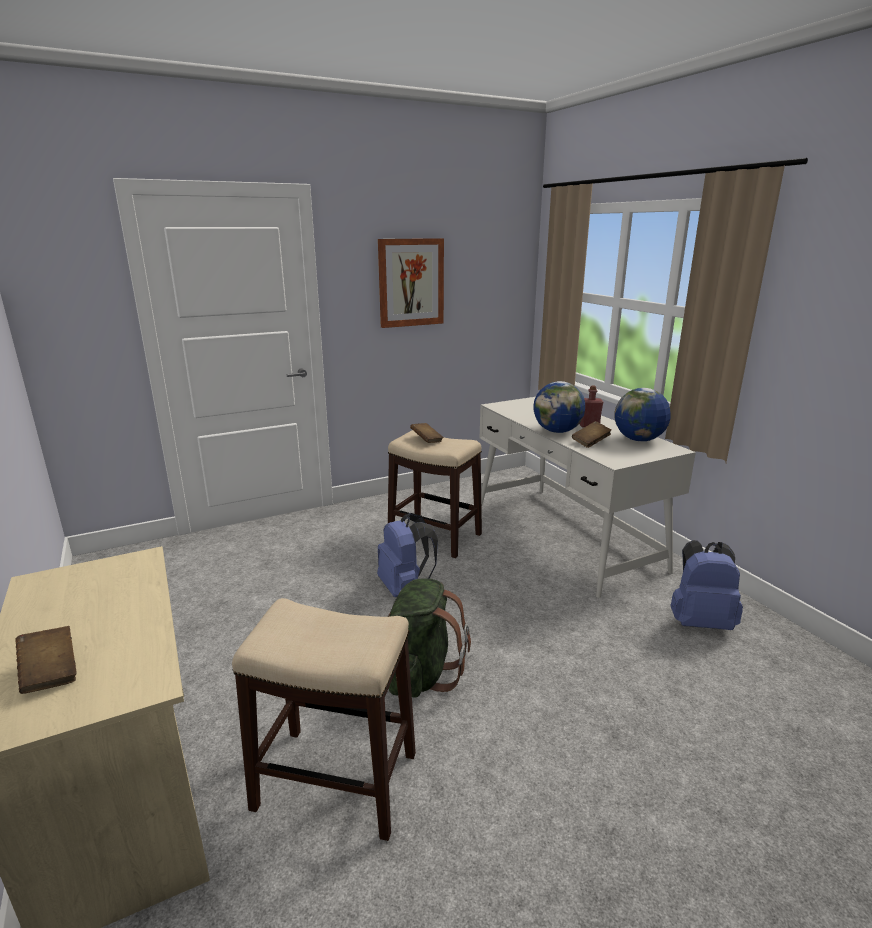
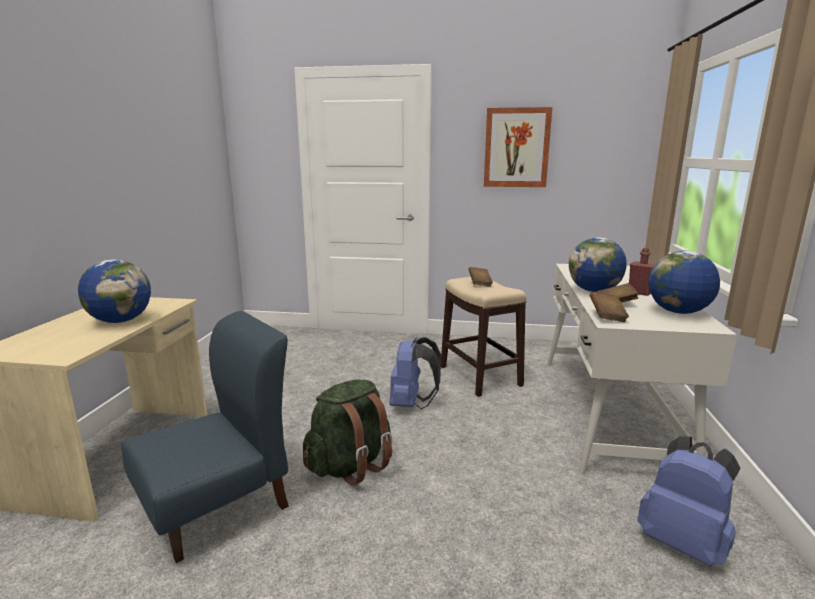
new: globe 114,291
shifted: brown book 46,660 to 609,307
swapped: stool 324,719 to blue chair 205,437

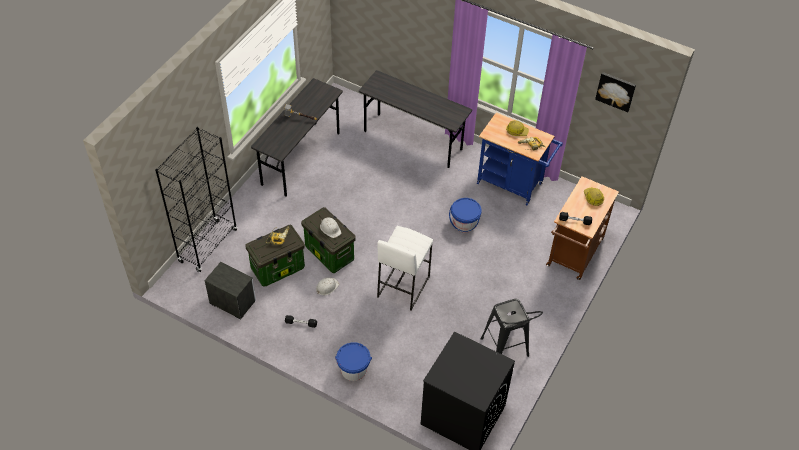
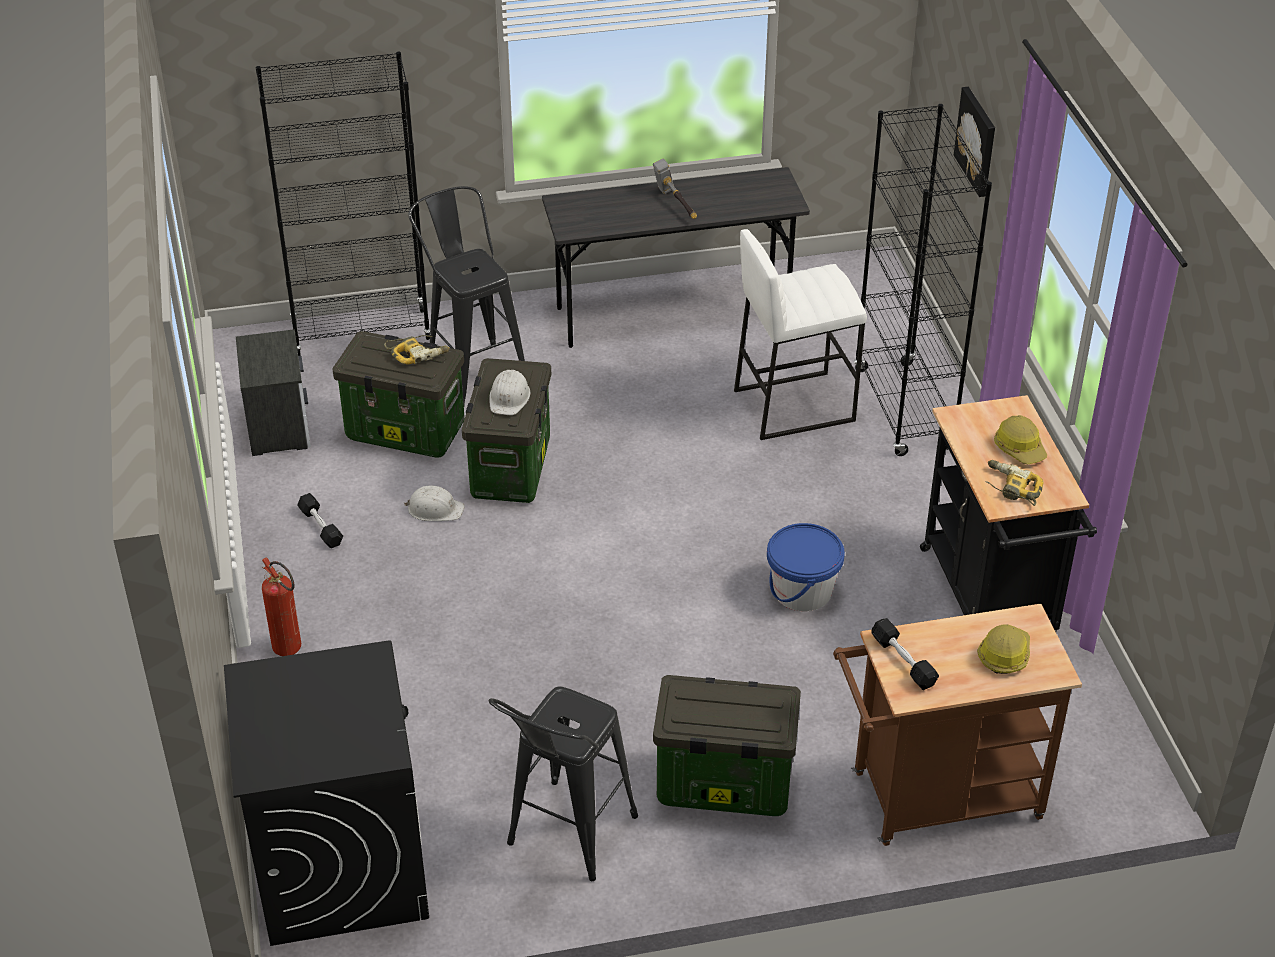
new: black stool 466,295; storage box 727,745
shifted: white stool 405,268 to 800,334; picture 615,92 to 974,142
swapped: blue bucket 353,361 to fire extinguisher 281,606; grey desk 415,119 to black bookcase 923,280
repainted: blue cart 520,158 to black cart 1008,513

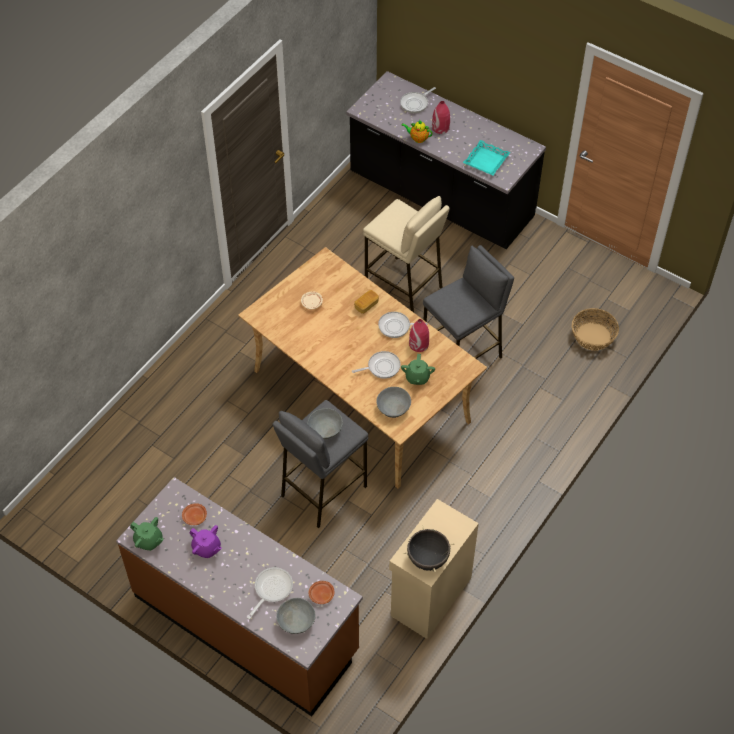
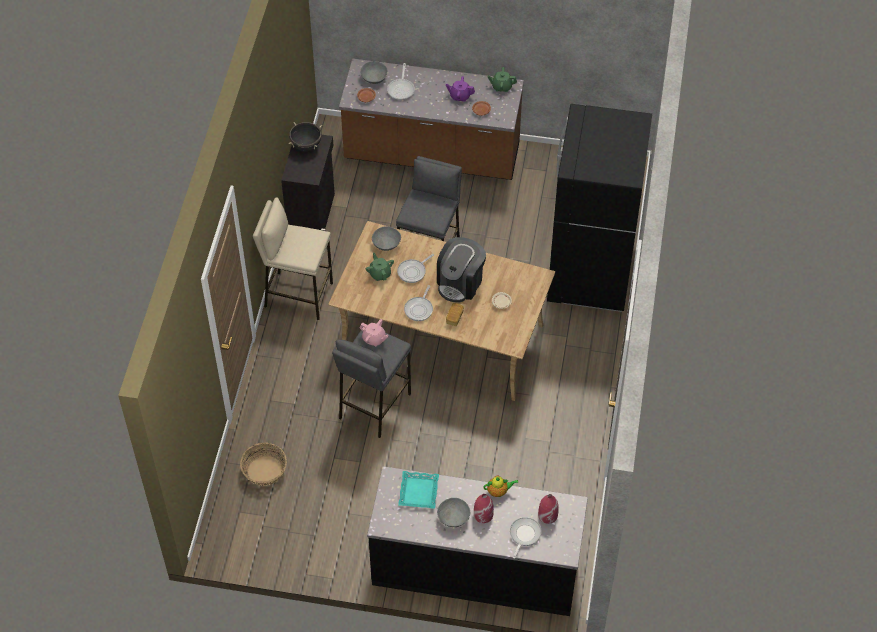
new: pink teapot 374,333; coffee machine 461,270; black fridge 599,208
shifted: grey bowl 325,423 to 453,512; beige stool 406,254 to 293,258; red vase 419,335 to 548,509
repainted: beige cabinet 434,569 to black cabinet 308,183
rotated: frying pan 402,325 = 418,303 135 degrees clockwise

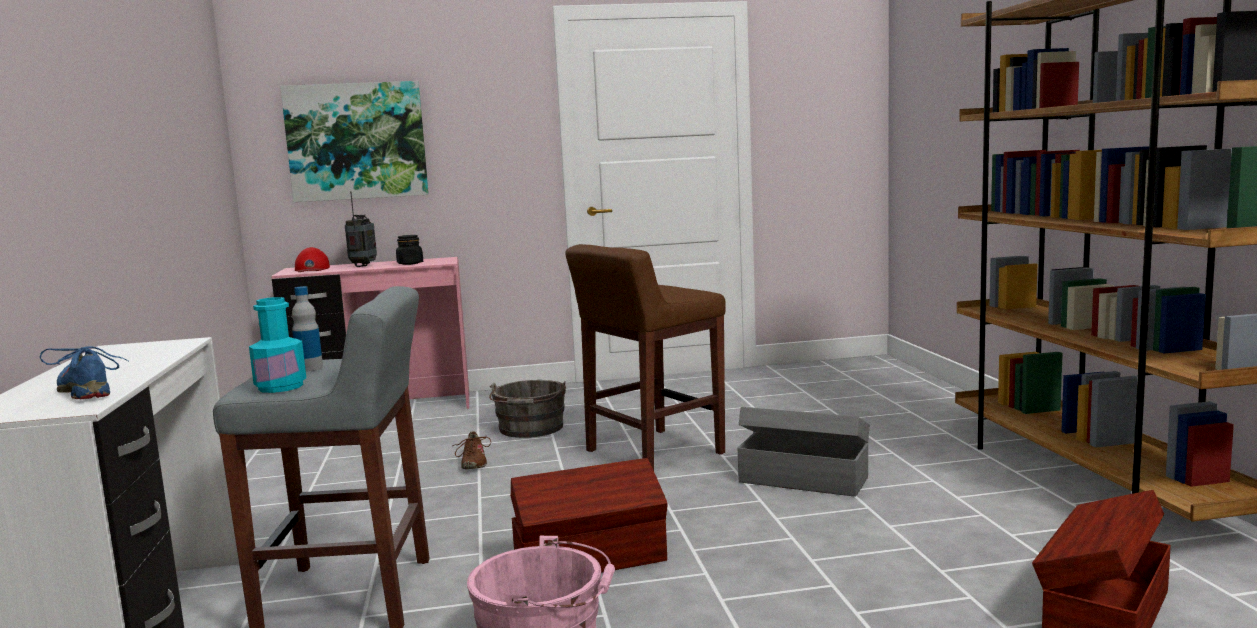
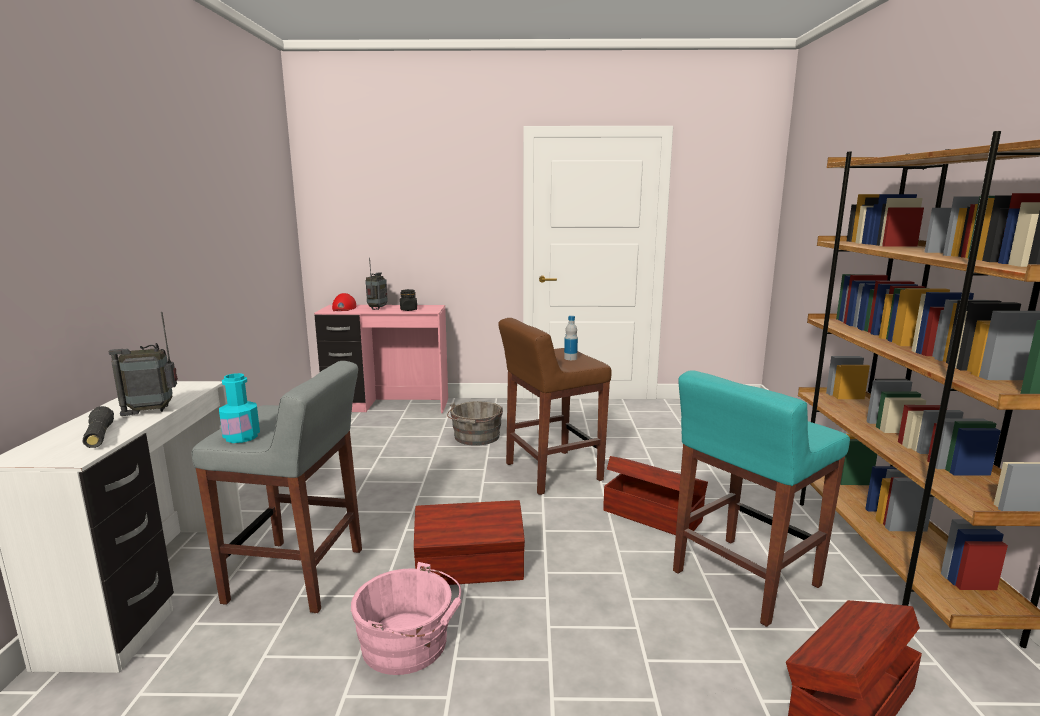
gone: picture 354,141; brown shoe 471,450
new: radio 143,364; turquoise stool 761,498
shifted: bottle 307,328 to 571,338
swapped: blue shoe 85,372 to black flashlight 98,427
repainted: grey storage box 803,452 to brown storage box 655,495

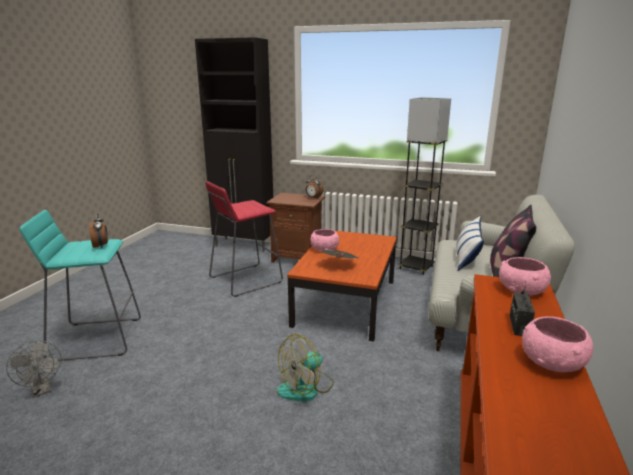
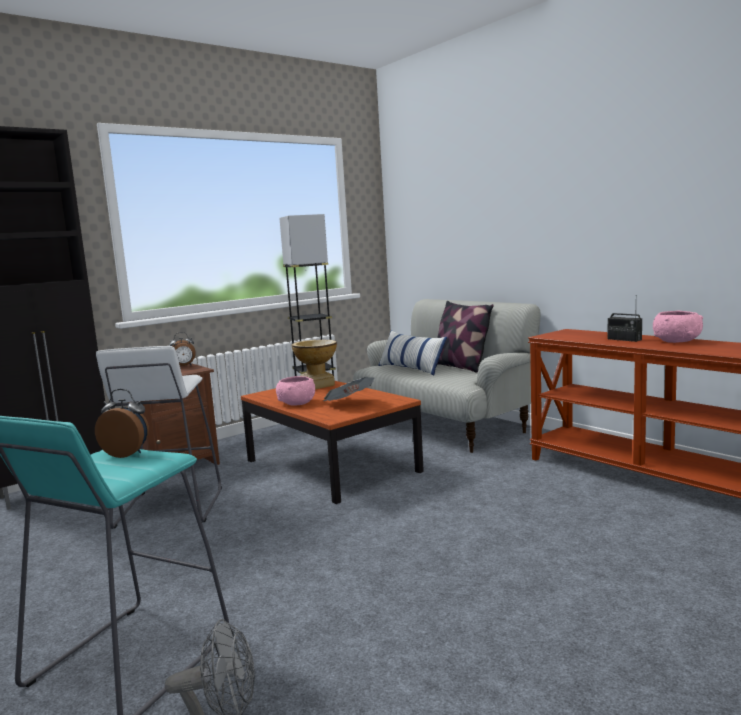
gone: fan 305,367; pink bowl 525,276
new: vase 314,364
repainted: red stool 244,239 to white stool 159,437

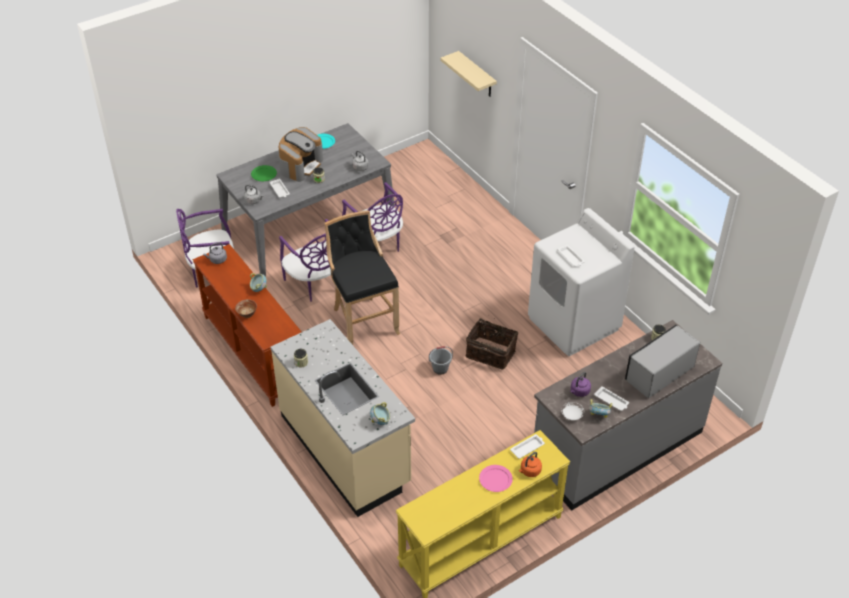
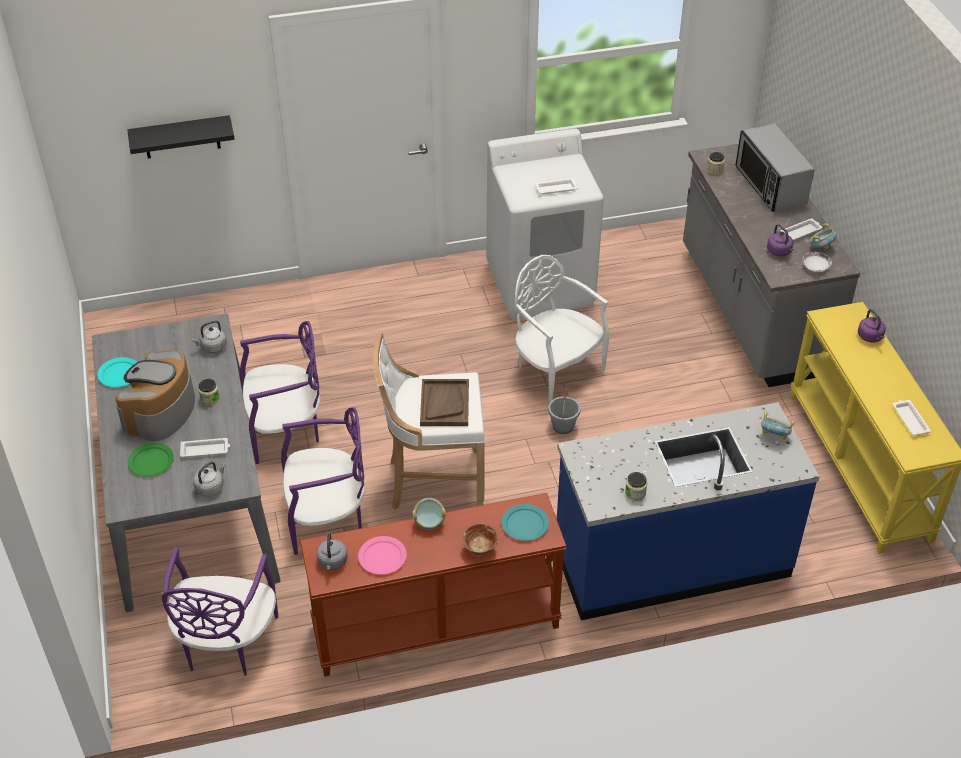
new: brown tray 444,402; turquoise plate 525,522
shifted: pink plate 496,478 to 382,555; white tray 527,446 to 911,418
swapped: basket 492,344 to white chair 562,329
repainted: beige counter 342,418 to blue counter 688,511; black stool 362,277 to white stool 429,421; beige shelf 468,74 to black shelf 181,137; orange kettle 530,464 to purple kettle 872,325
rotated: coffee machine 301,154 = 155,395 120 degrees counterclockwise

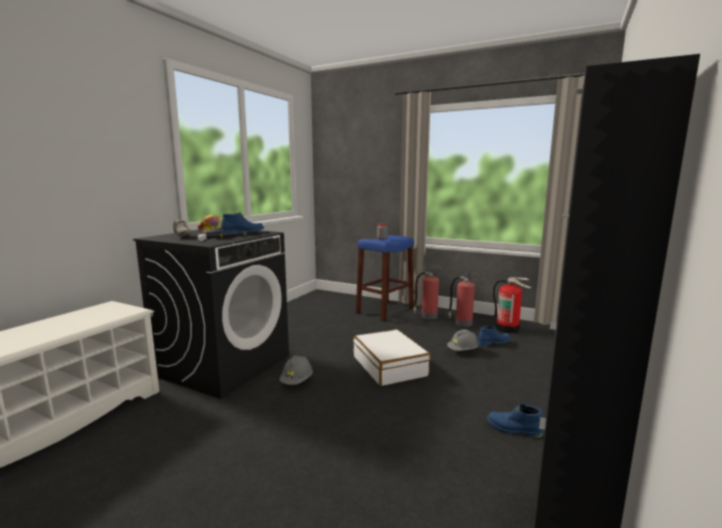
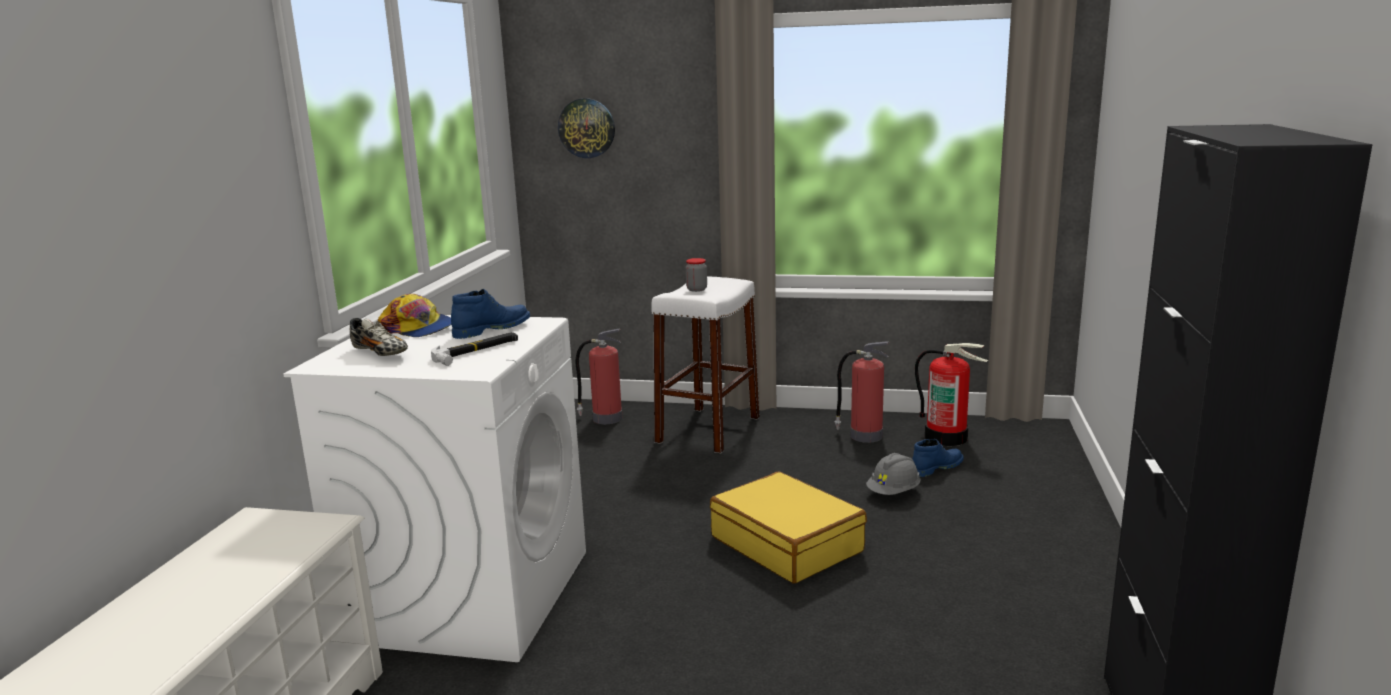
gone: grey hard hat 296,370; blue boot 515,420
new: wall clock 586,128
shifted: fire extinguisher 427,293 to 599,376
repainted: black washing machine 211,314 to white washing machine 435,488; white suitcase 392,357 to yellow suitcase 788,527; blue stool 385,278 to white stool 705,365

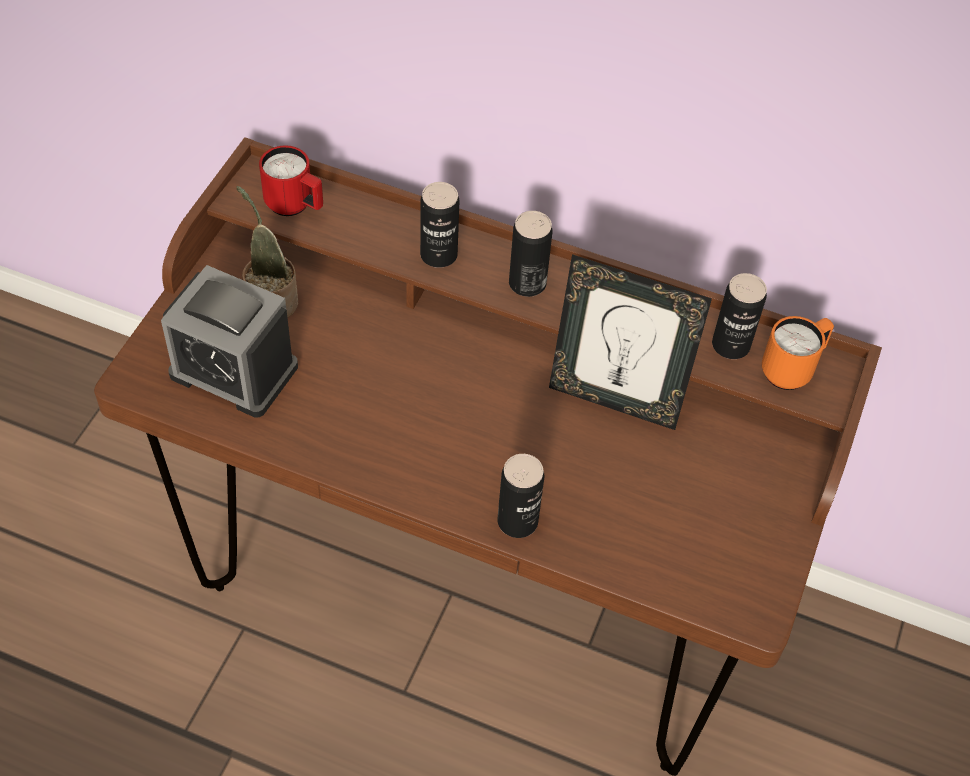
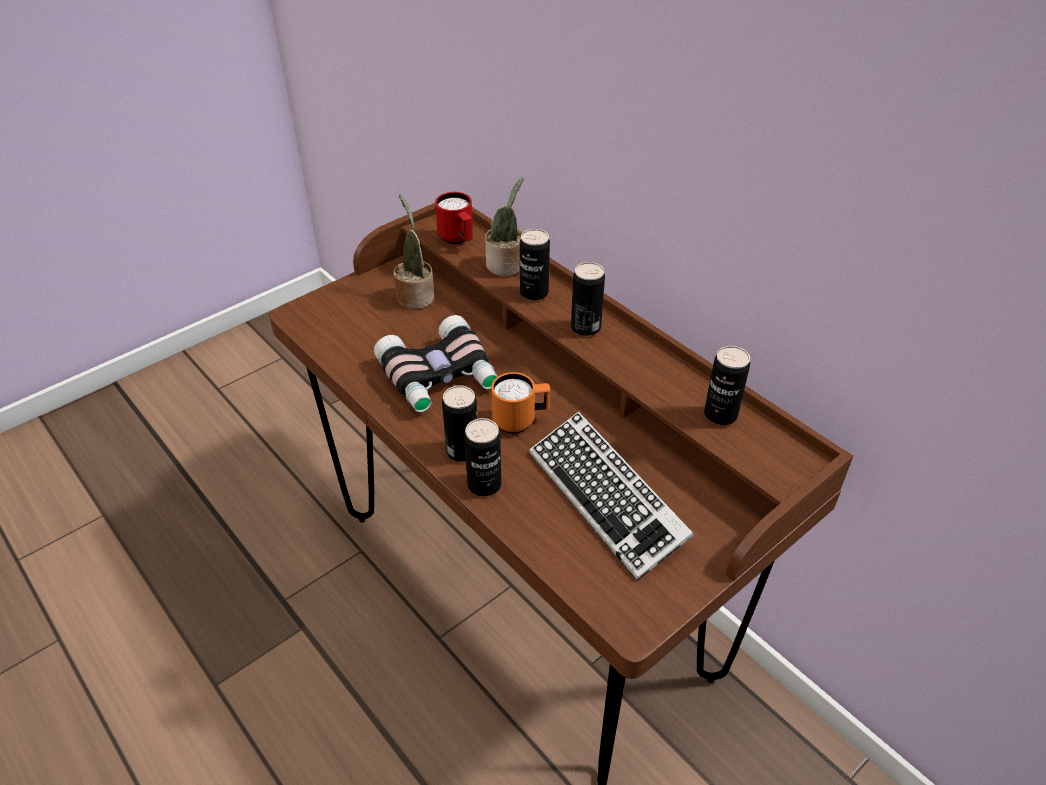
gone: alarm clock 229,341; picture frame 630,342
new: binoculars 436,363; can 459,423; potted plant 504,226; keyboard 611,496
shifted: orange mug 798,353 to 520,403

